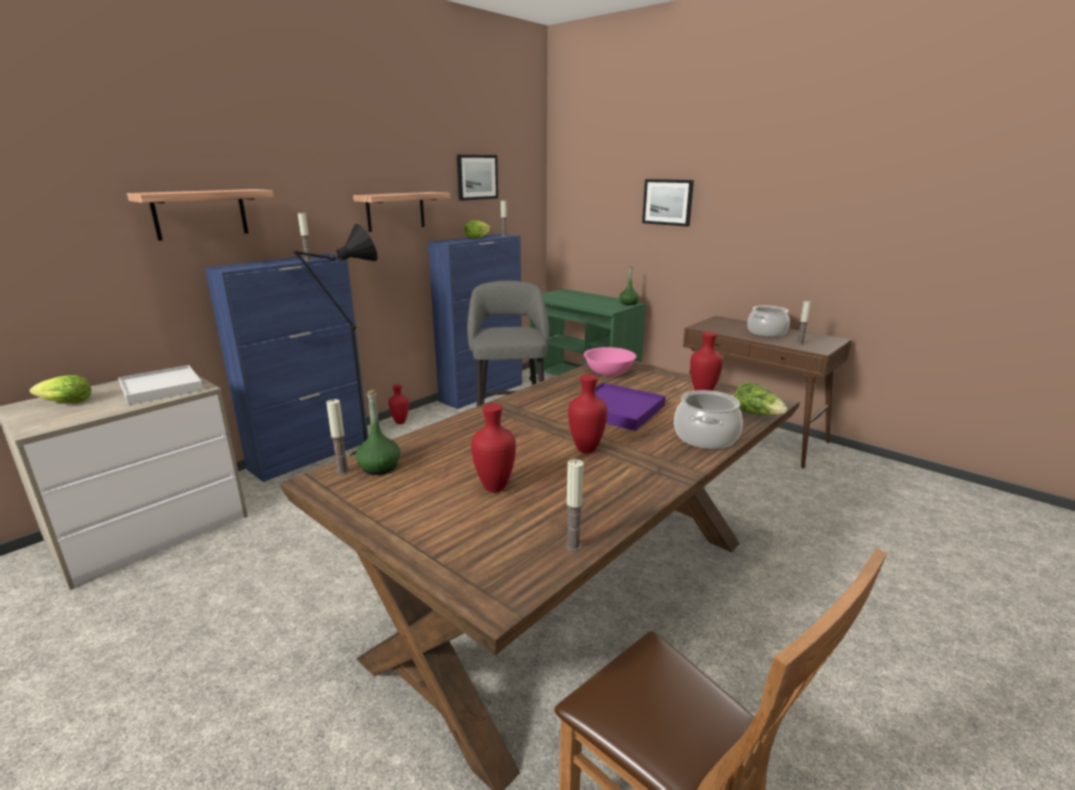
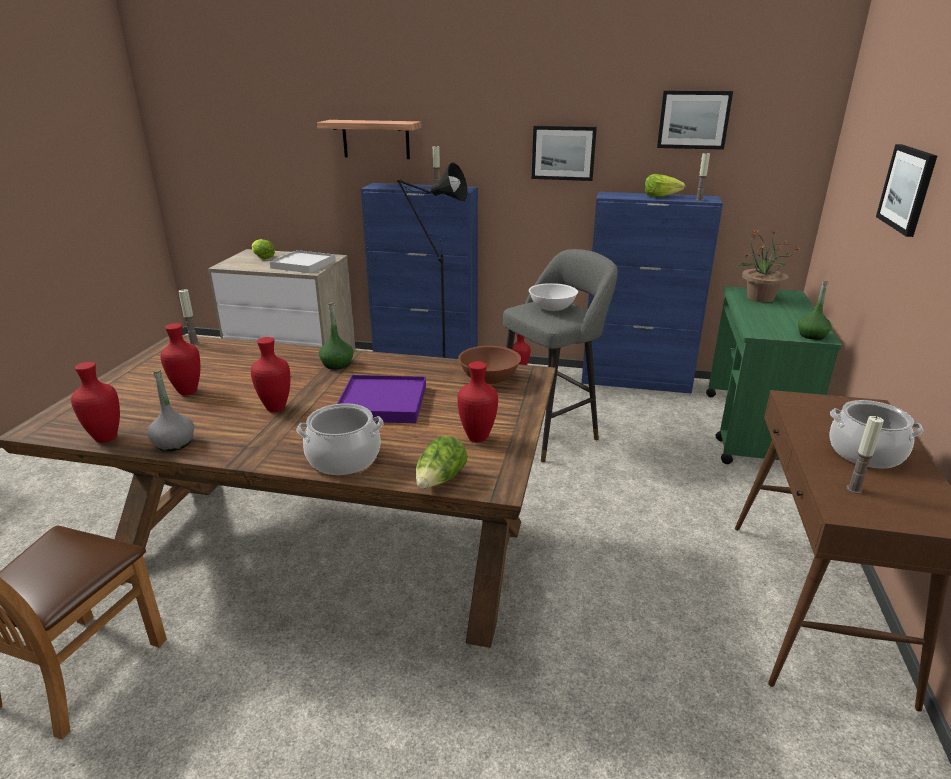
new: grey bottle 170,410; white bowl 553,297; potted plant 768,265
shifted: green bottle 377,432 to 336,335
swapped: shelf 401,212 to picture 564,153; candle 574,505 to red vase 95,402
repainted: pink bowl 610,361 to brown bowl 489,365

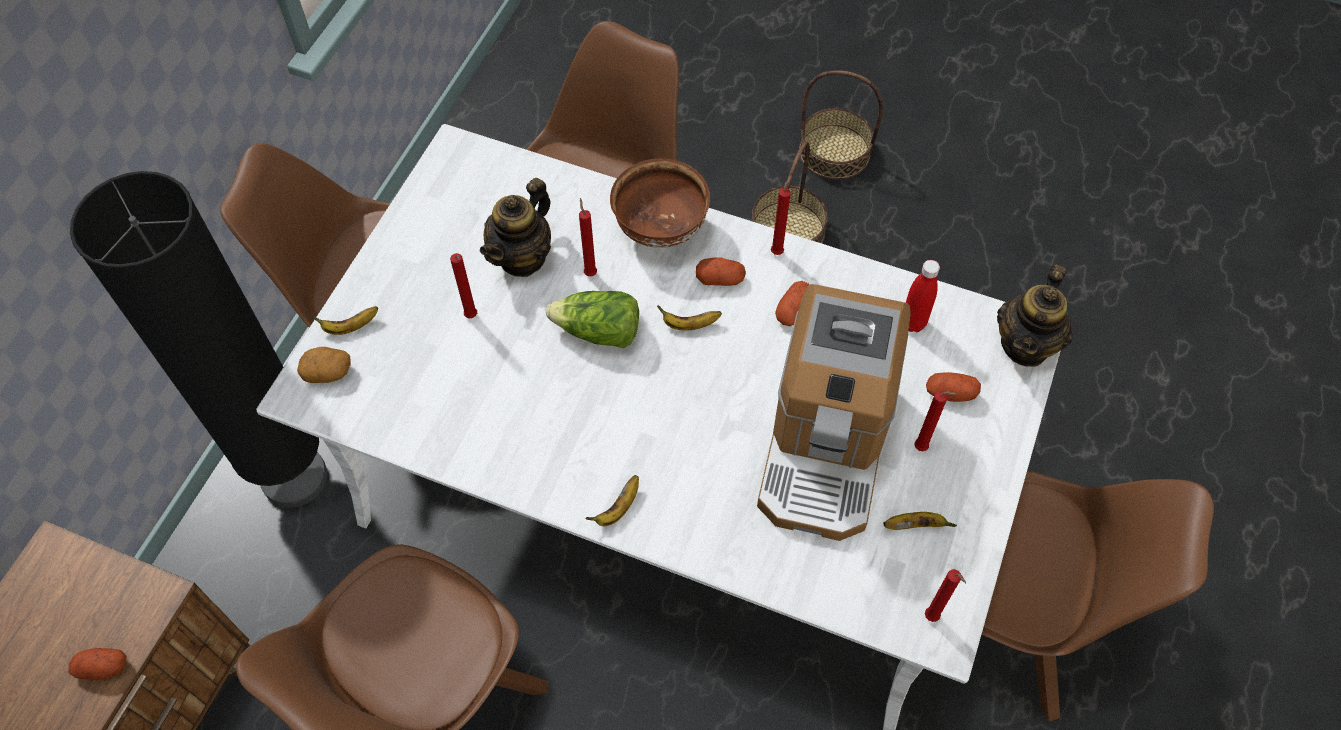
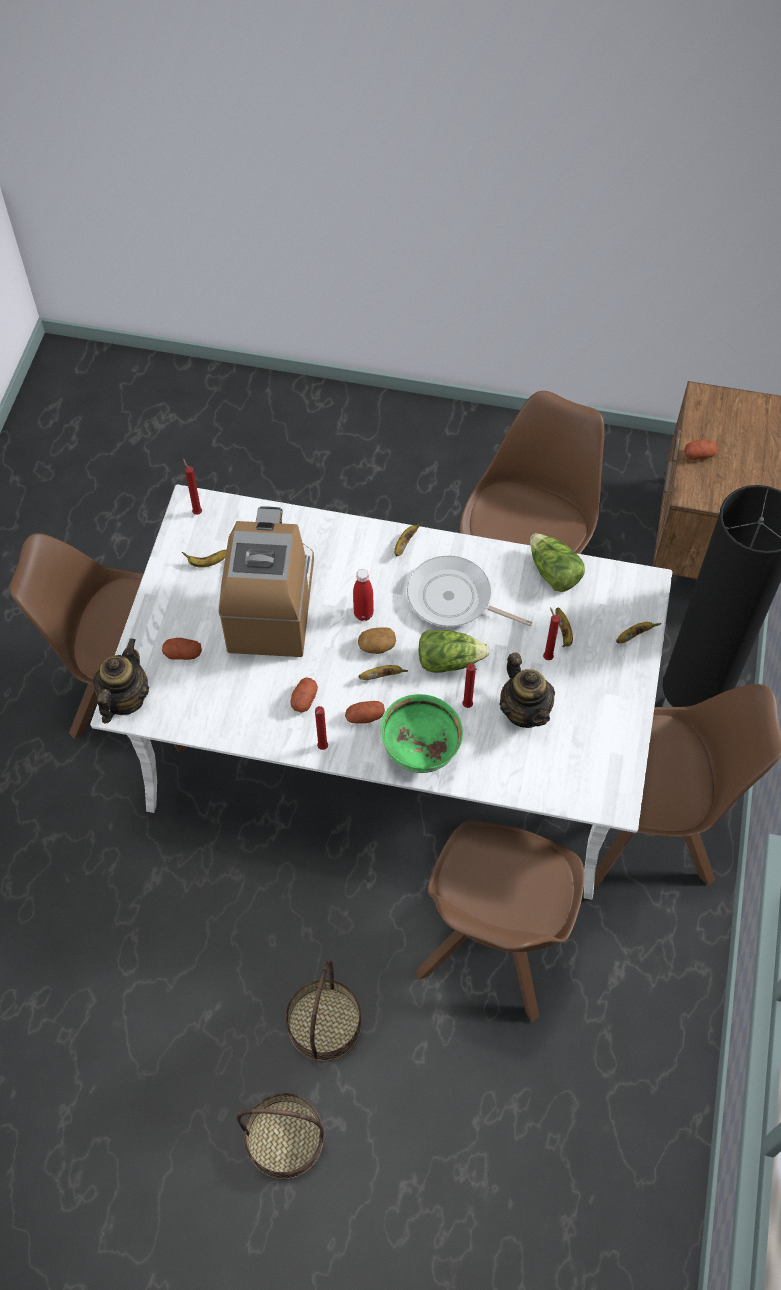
gone: red candle 936,421
new: frying pan 470,591; lettuce 557,562; banana 564,627
shifted: potato 324,365 to 377,640; red bottle 923,296 to 363,595
repainted: brown bowl 660,203 to green bowl 421,733
rotated: teapot 515,227 = 527,690 135 degrees clockwise

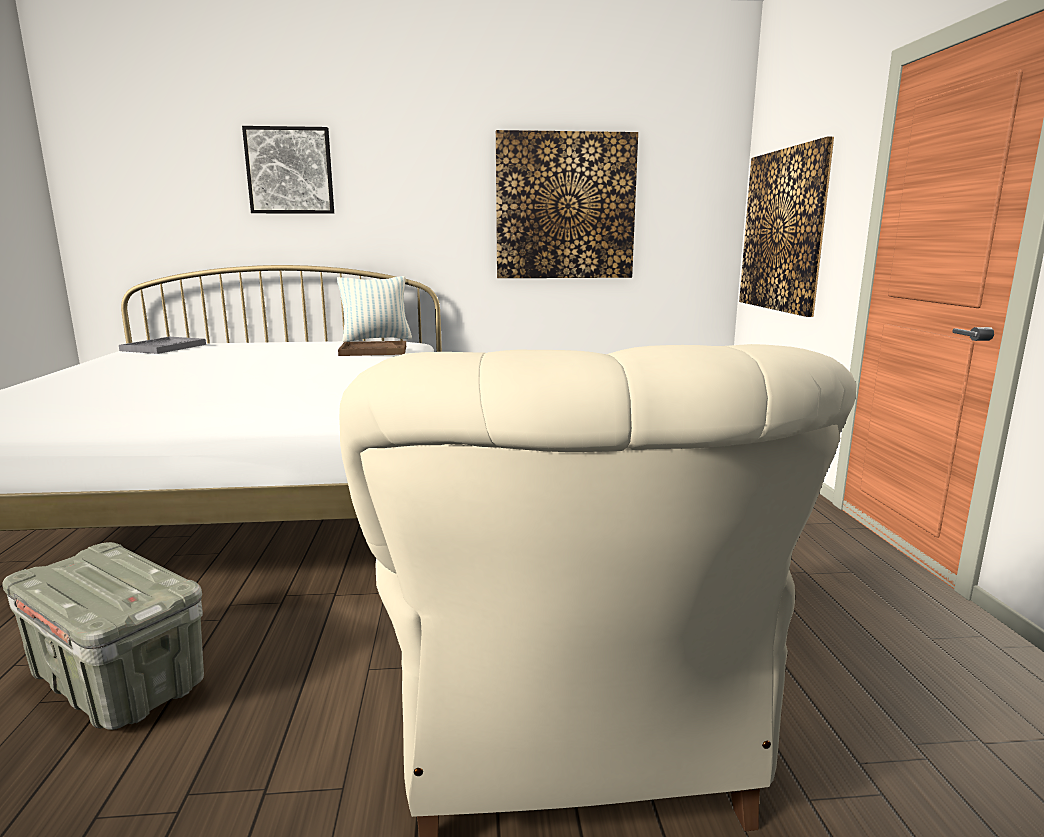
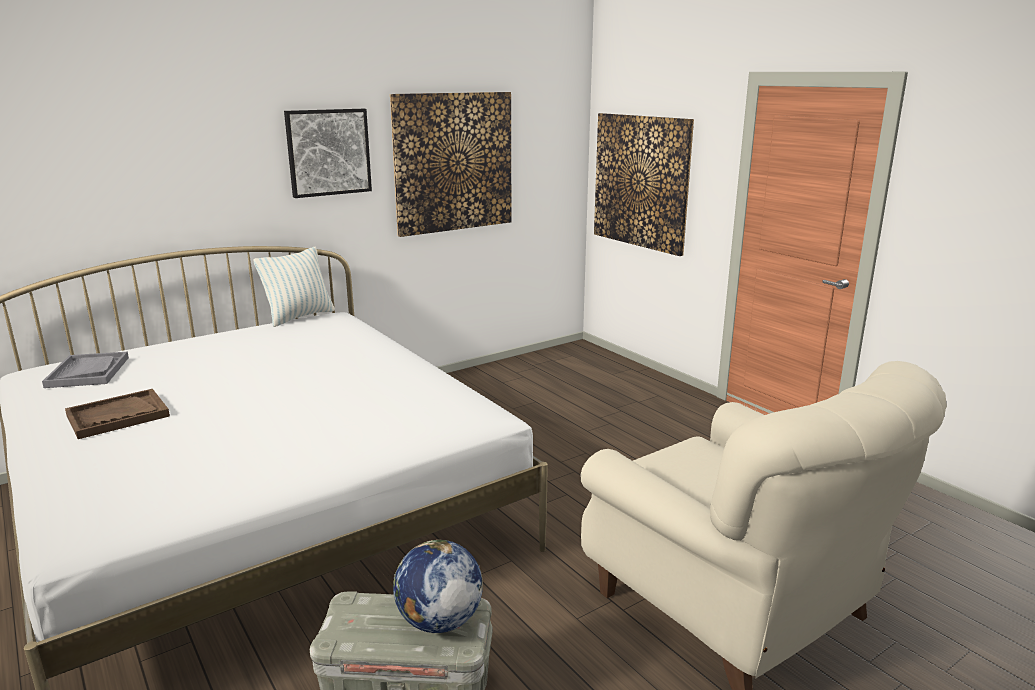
new: globe 438,586
shifted: picture 288,170 to 328,153; brown tray 372,348 to 117,414

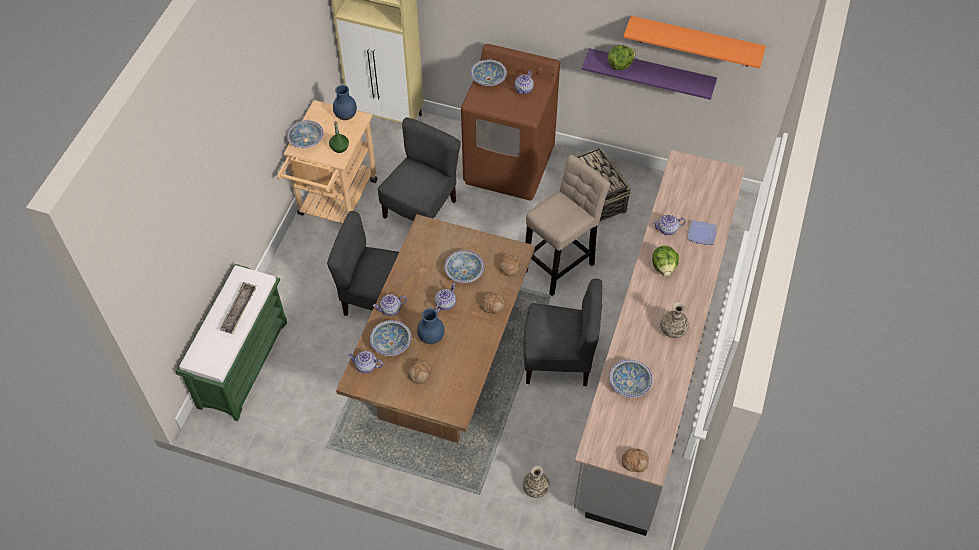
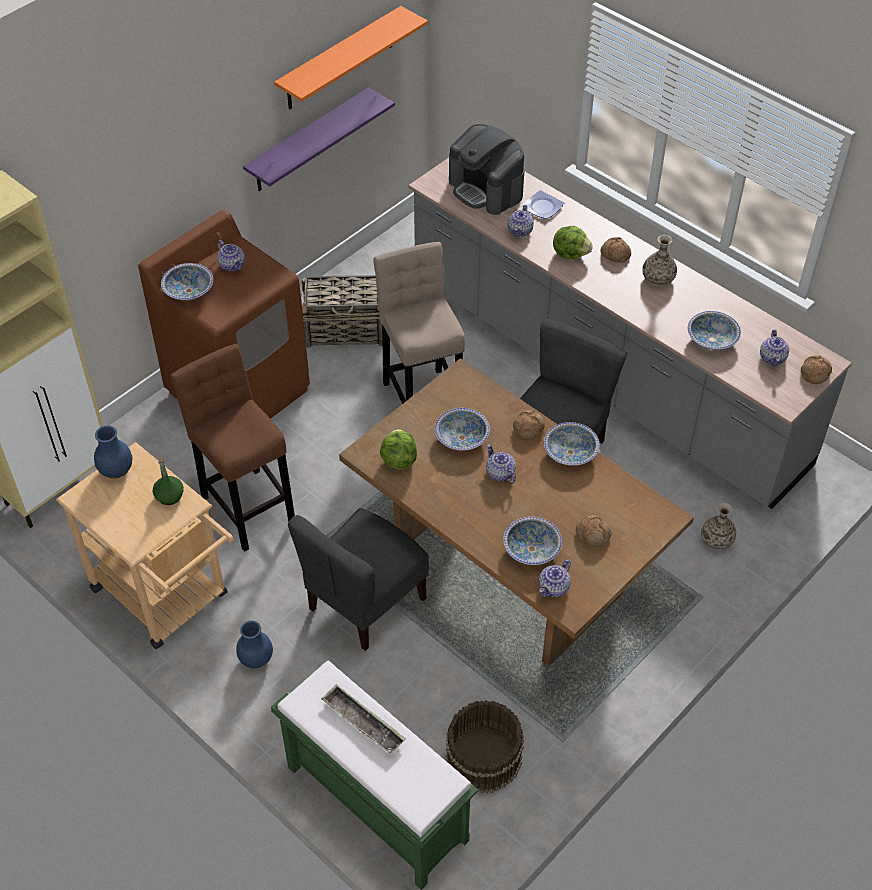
new: brown bucket 485,746; coffee machine 486,169
shifted: bowl 305,134 to 572,444; teapot 390,305 to 774,348; blue vase 431,326 to 254,645; bread 510,265 to 615,249; lettuce 622,57 to 398,449
swapped: grey chair 419,169 to brown stool 232,448

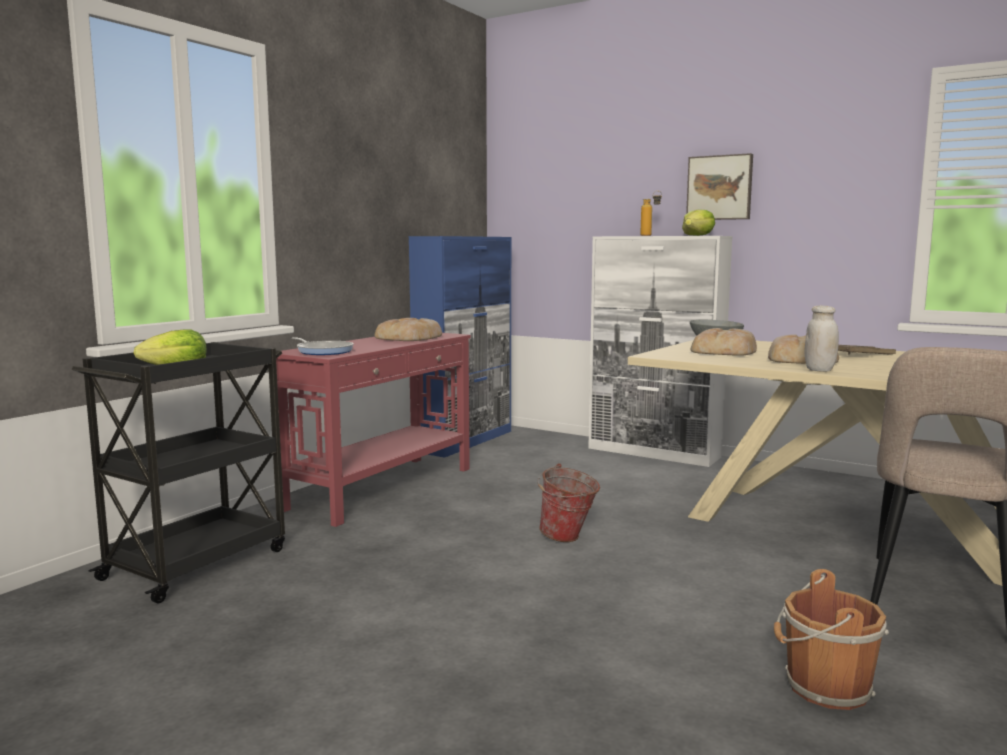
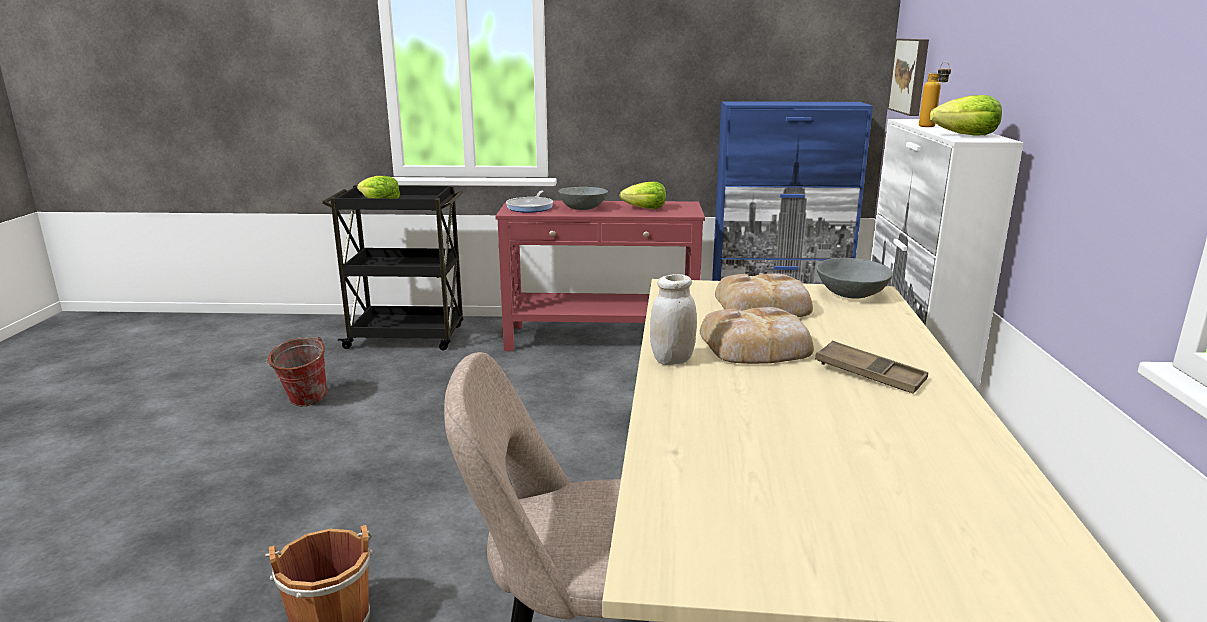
new: grey bowl 583,198
shifted: bucket 569,502 to 297,371; picture 719,186 to 908,77
swapped: bread 408,329 to lettuce 642,195

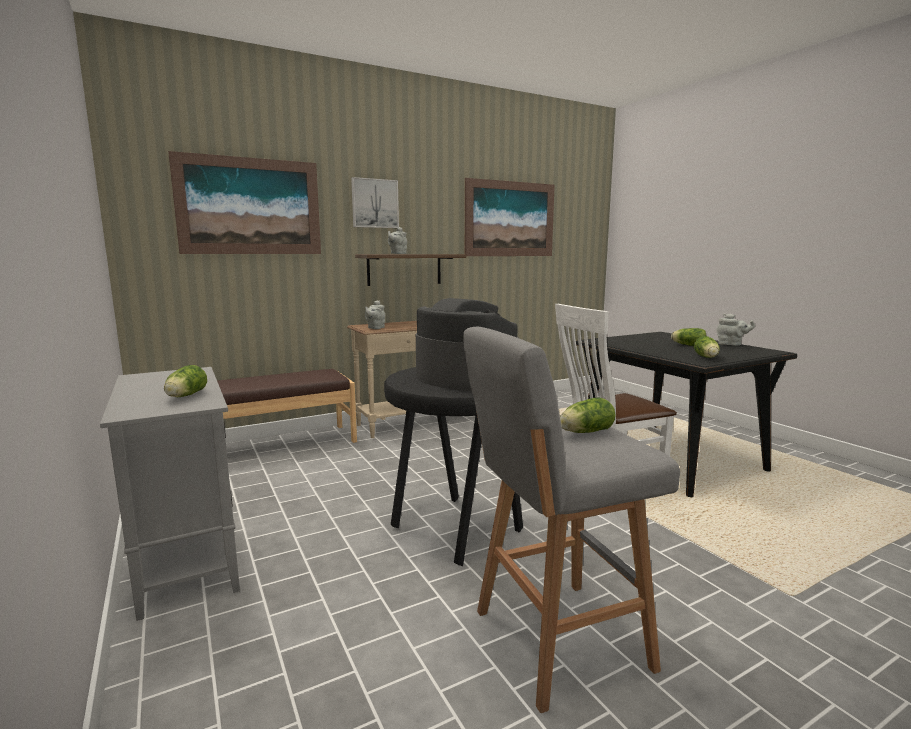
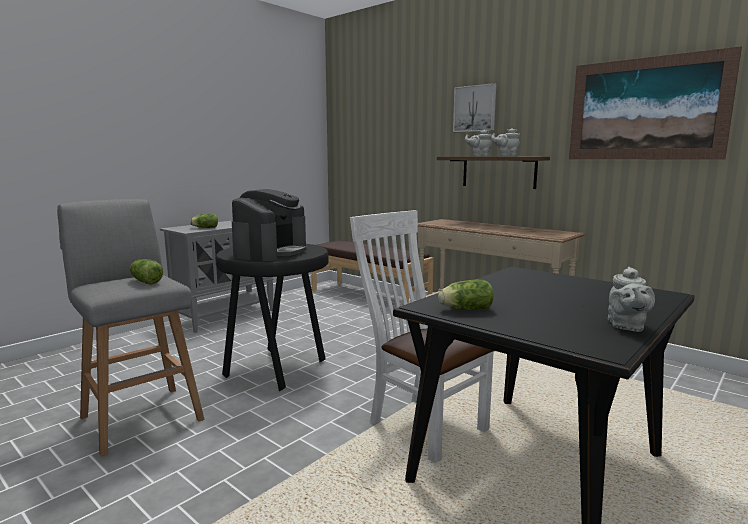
gone: picture 244,202; lettuce 688,337
shifted: grey teapot 375,315 to 505,142

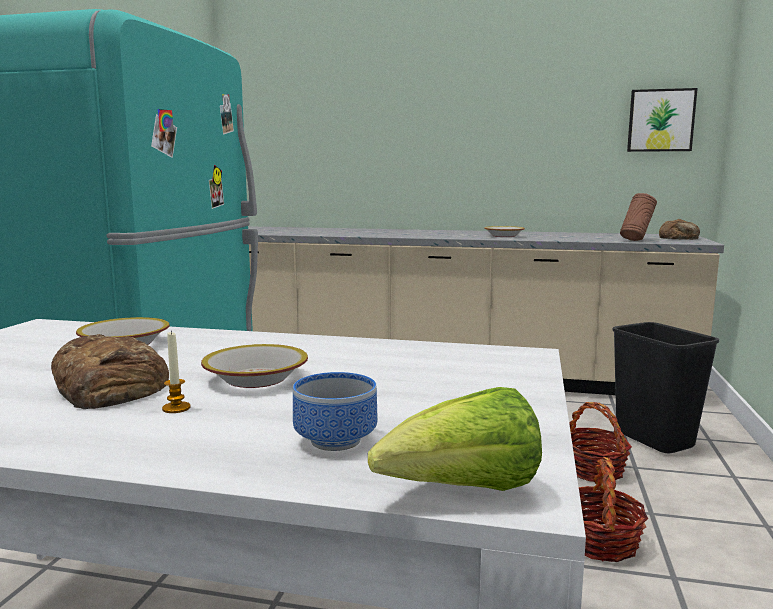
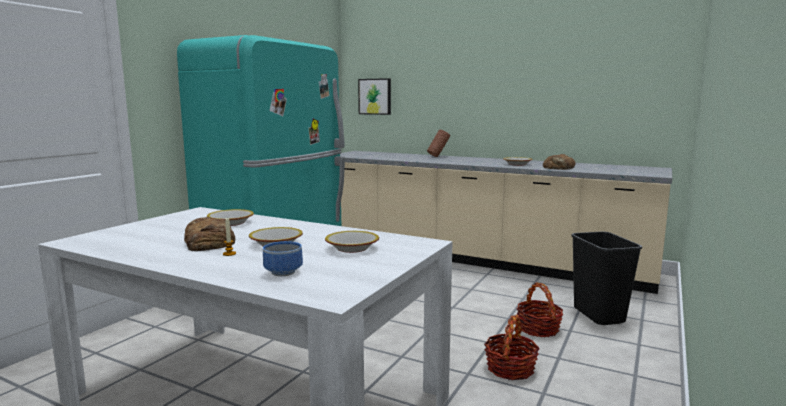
gone: lettuce 455,439
new: bowl 352,242
shifted: brown vase 638,217 to 438,143; picture 662,120 to 374,96; bread 679,229 to 559,162

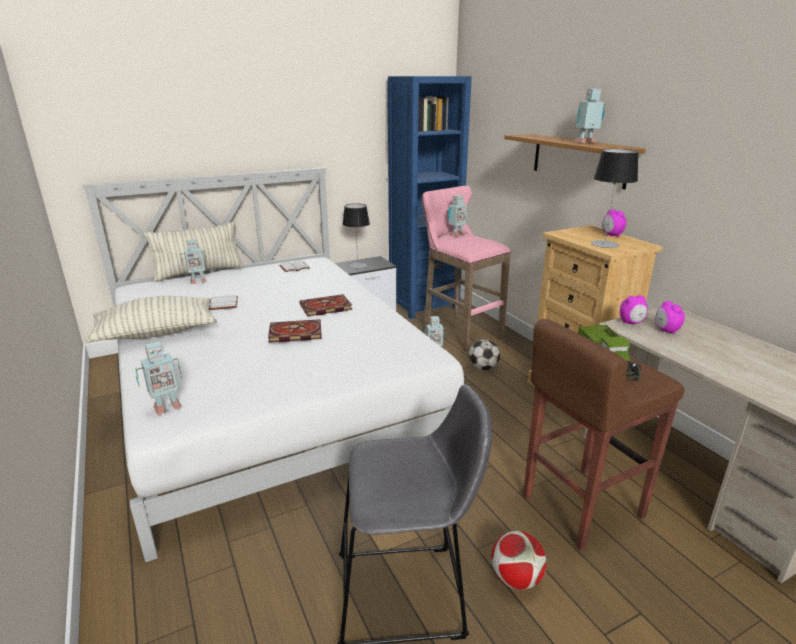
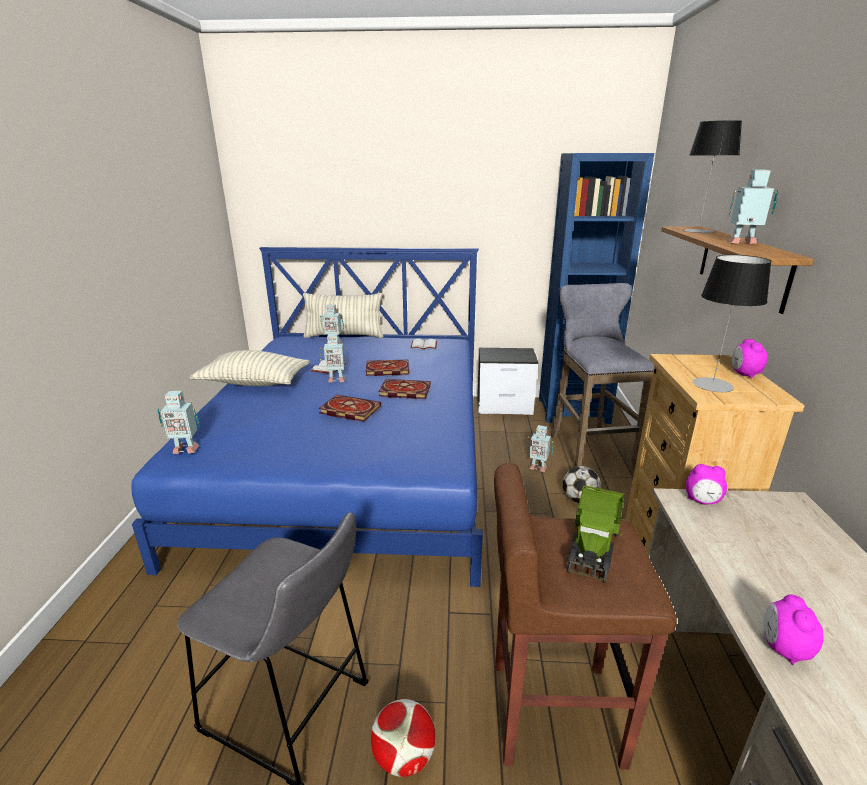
new: book 387,368
shifted: table lamp 356,235 to 712,176; toy robot 457,216 to 334,358; alarm clock 670,318 to 794,629
repainted: white bed 273,364 to blue bed 307,417; pink stool 466,269 to grey stool 602,376

